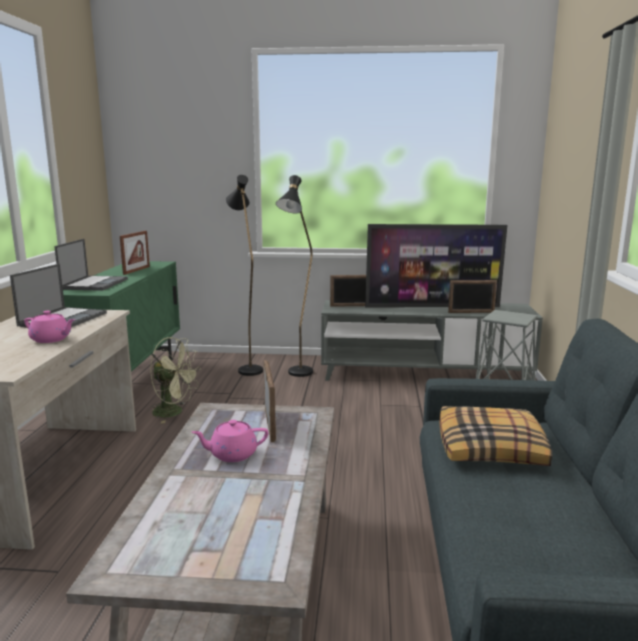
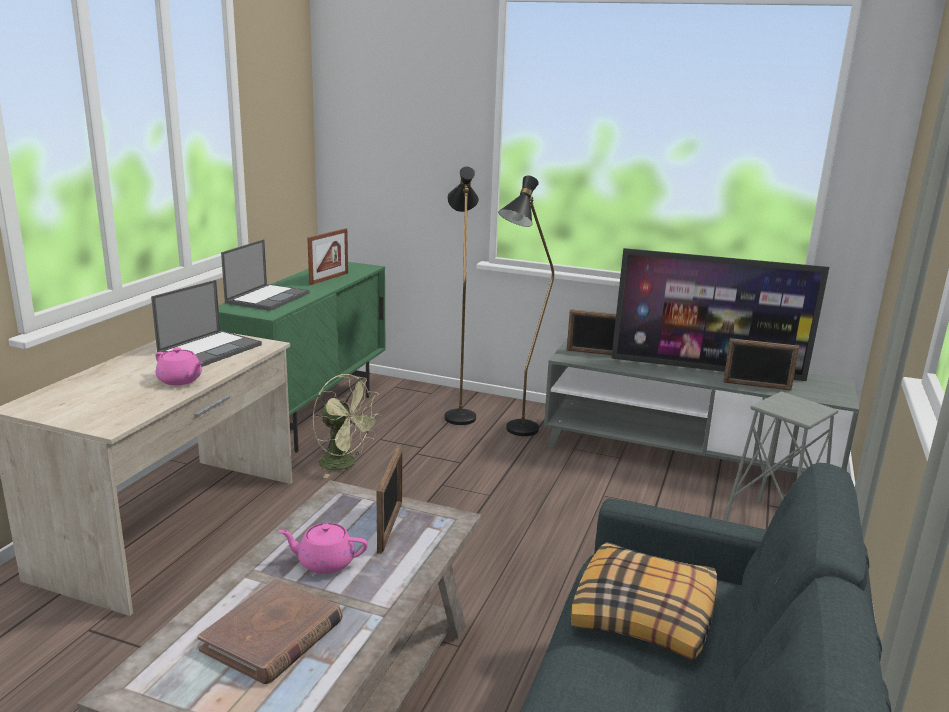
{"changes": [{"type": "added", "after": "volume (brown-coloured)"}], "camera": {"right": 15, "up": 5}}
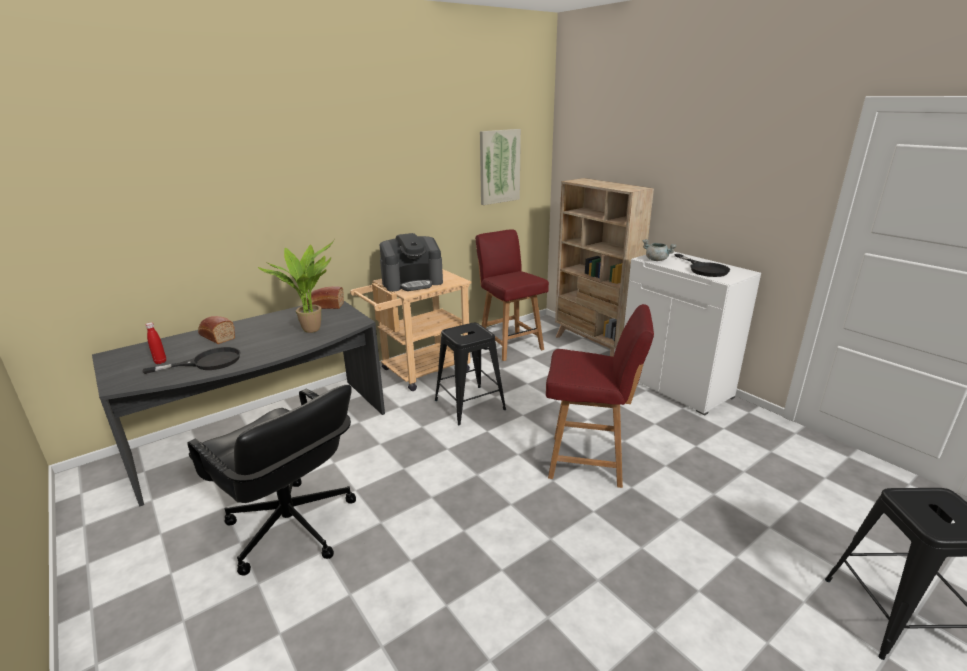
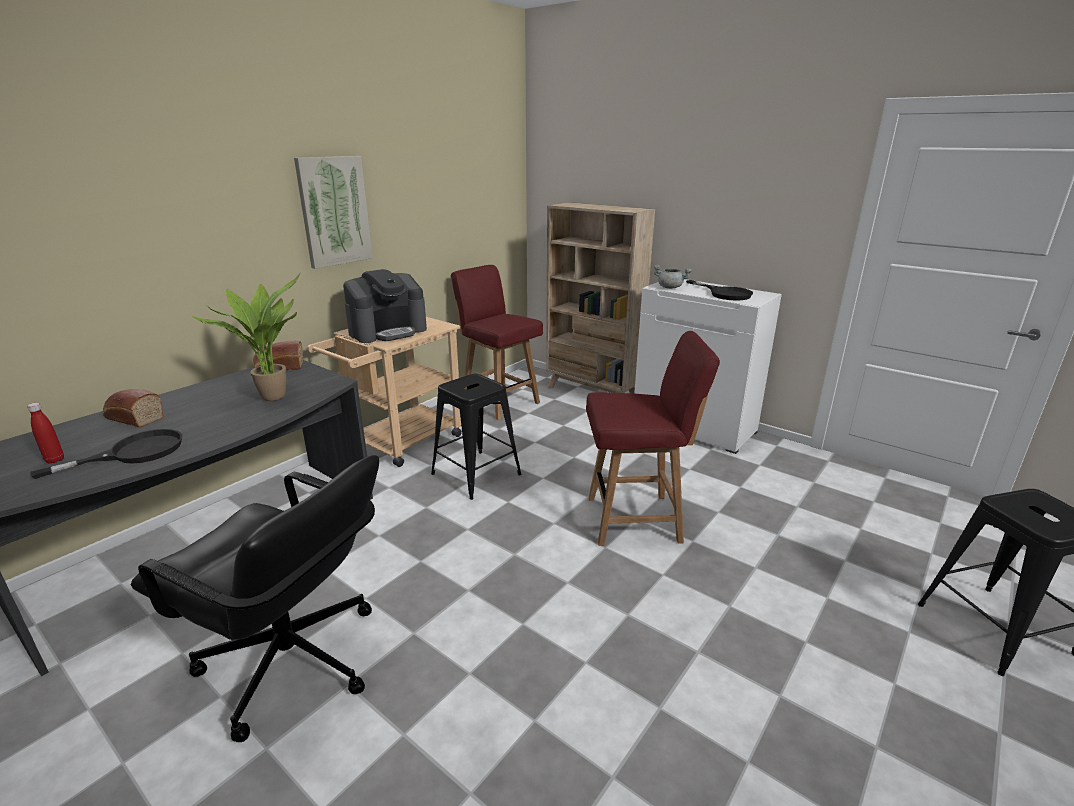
{"changes": [{"type": "moved", "before": "wall art"}], "camera": {"right": -15, "up": 0}}
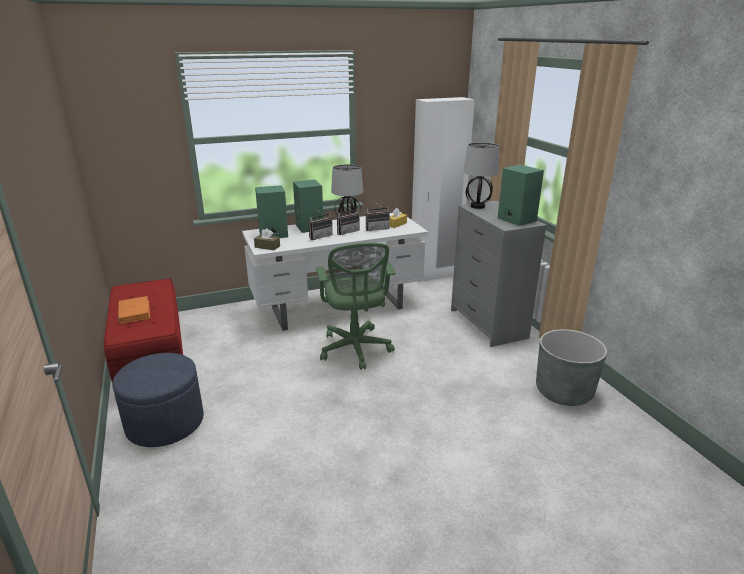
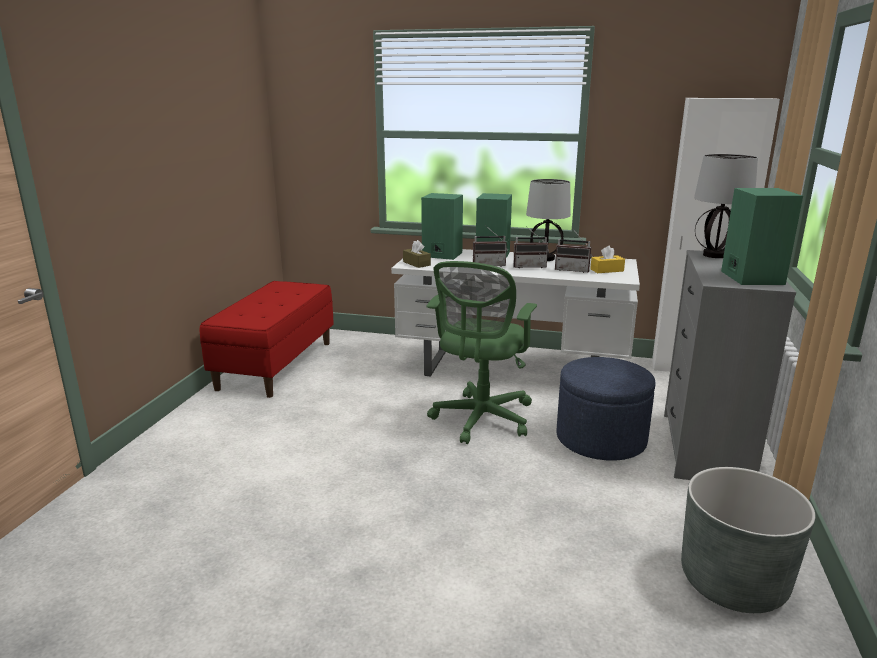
{"changes": [{"type": "moved", "before": "ottoman (bluish)"}, {"type": "removed", "before": "volume (orangey)"}], "camera": {"right": 35, "up": -5}}
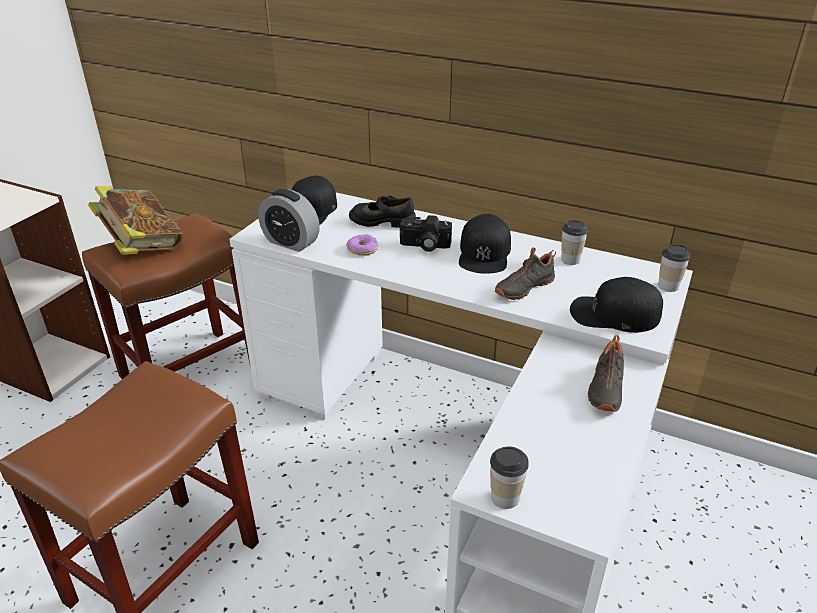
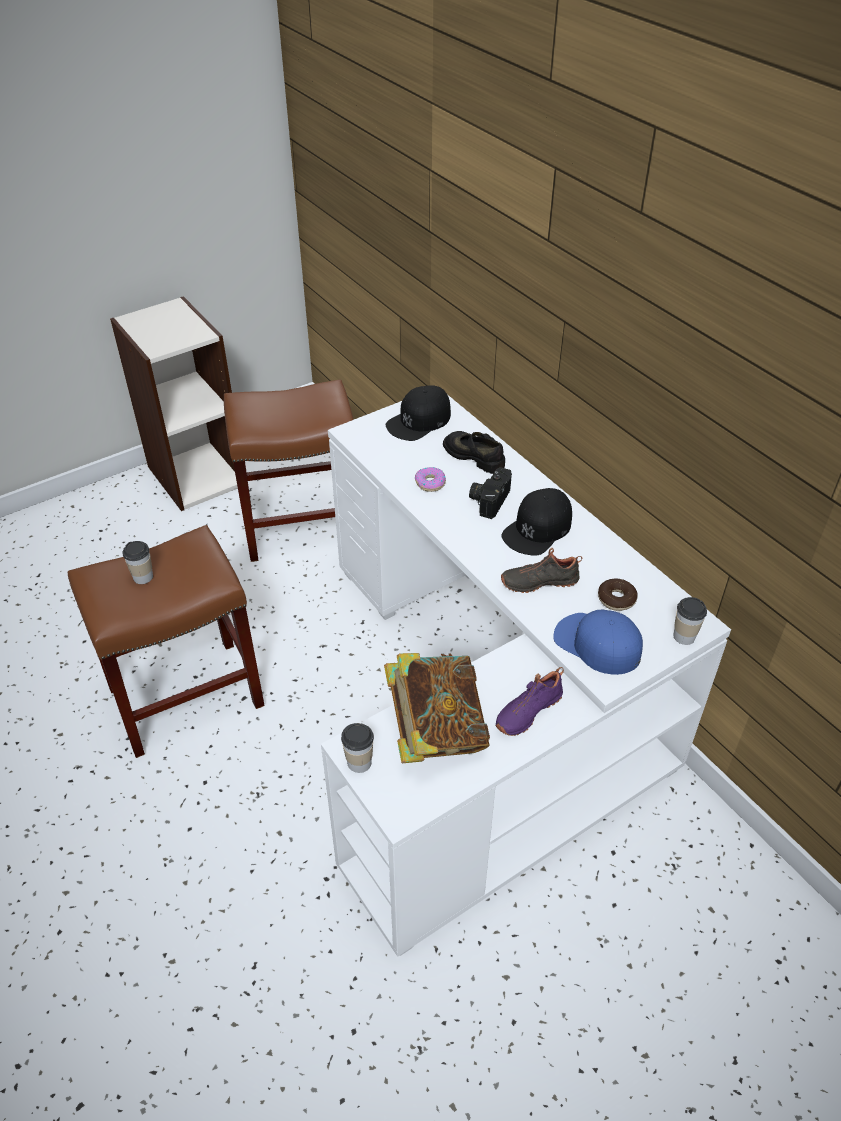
{"changes": [{"type": "moved", "before": "cup (2nd from left in the first image)", "after": "cup (1st from left)"}, {"type": "moved", "before": "volume"}, {"type": "turned", "before": "photo camera", "turn": 75}, {"type": "recoloured", "before": "low shoe (black-coloured) (3rd from left)", "after": "low shoe (purple)"}, {"type": "recoloured", "before": "cap (black-coloured) (3rd from left)", "after": "cap (bluish)"}, {"type": "added", "after": "doughnut (2nd from left)"}, {"type": "removed", "before": "bedside clock"}], "camera": {"right": 30, "up": 10}}
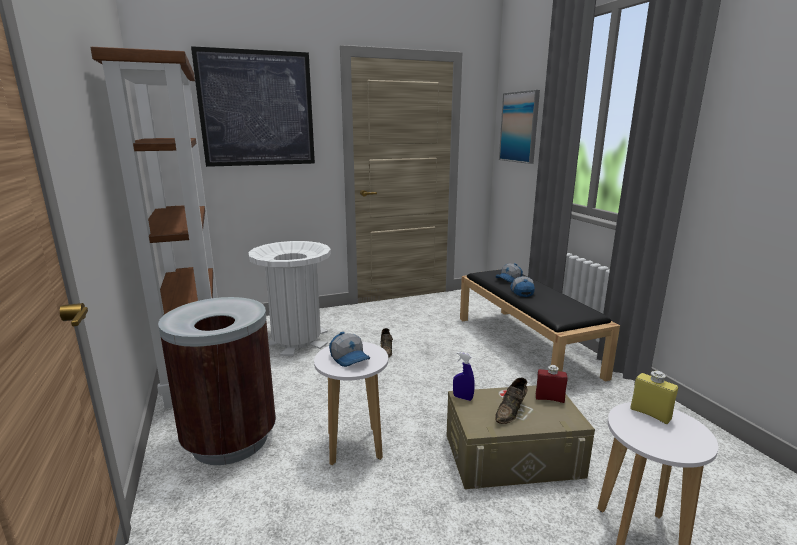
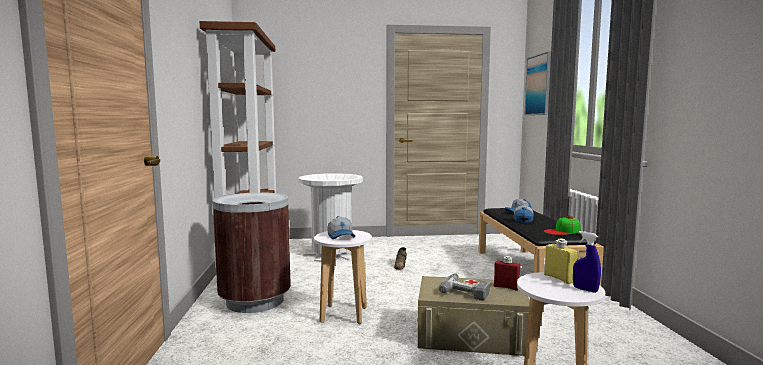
{"changes": [{"type": "replaced", "before": "low shoe (brown-coloured) (2nd from left)", "after": "electric drill"}, {"type": "added", "after": "cap (4th from left)"}, {"type": "moved", "before": "spray bottle (bluish)"}, {"type": "removed", "before": "wall art (1st from left)"}], "camera": {"right": 15, "up": -10}}
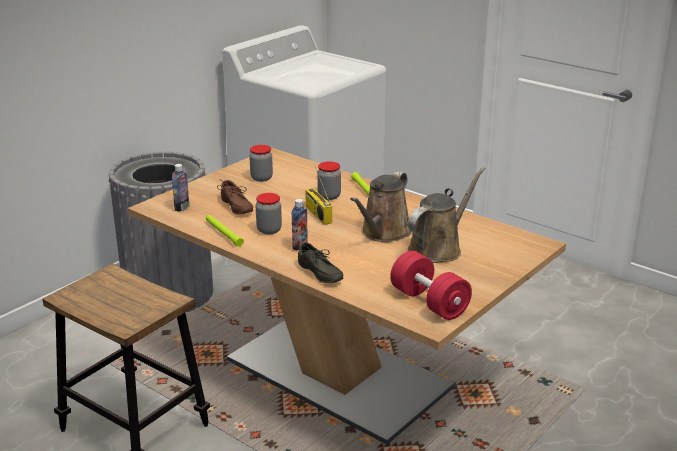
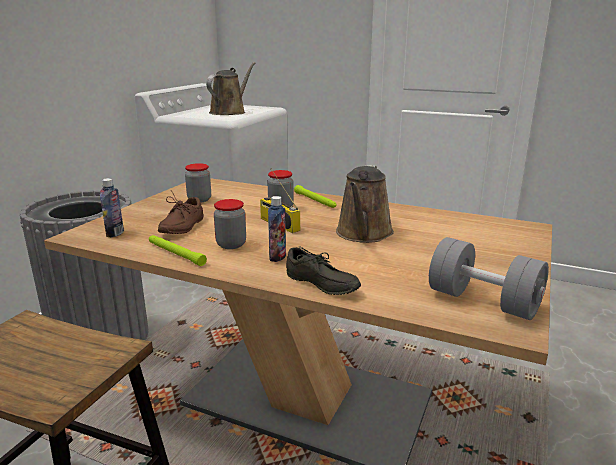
{"changes": [{"type": "turned", "before": "low shoe (brown-coloured)", "turn": 60}, {"type": "moved", "before": "sprinkling can (brown-coloured) (2nd from left in the first image)", "after": "sprinkling can (brown-coloured) (1st from left)"}, {"type": "recoloured", "before": "dumbbell (reddish)", "after": "dumbbell (gray)"}], "camera": {"right": -15, "up": -5}}
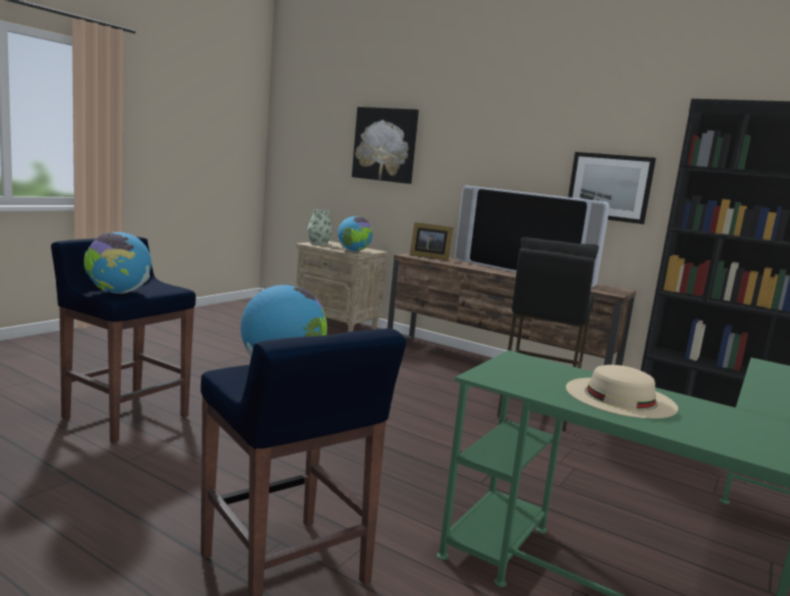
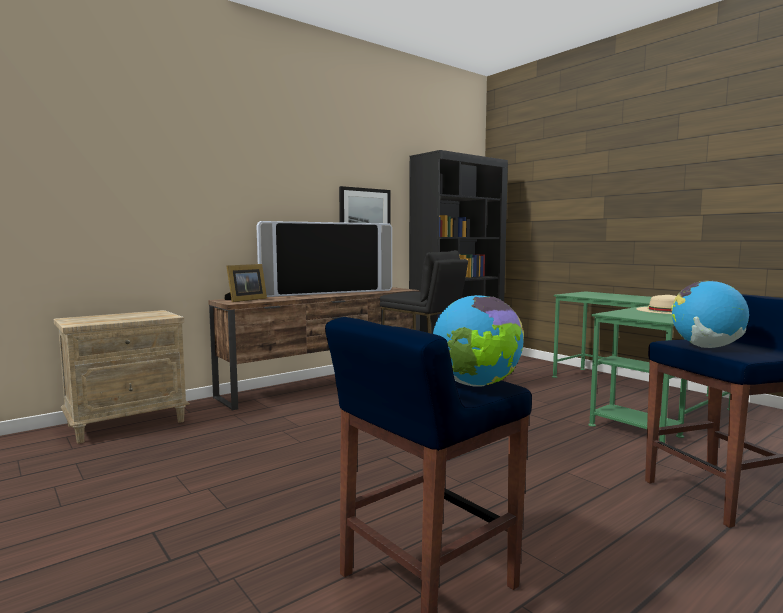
{"changes": [{"type": "removed", "before": "vase"}, {"type": "removed", "before": "world globe (3rd from left)"}, {"type": "removed", "before": "wall art (1st from left)"}], "camera": {"right": -70, "up": -5}}
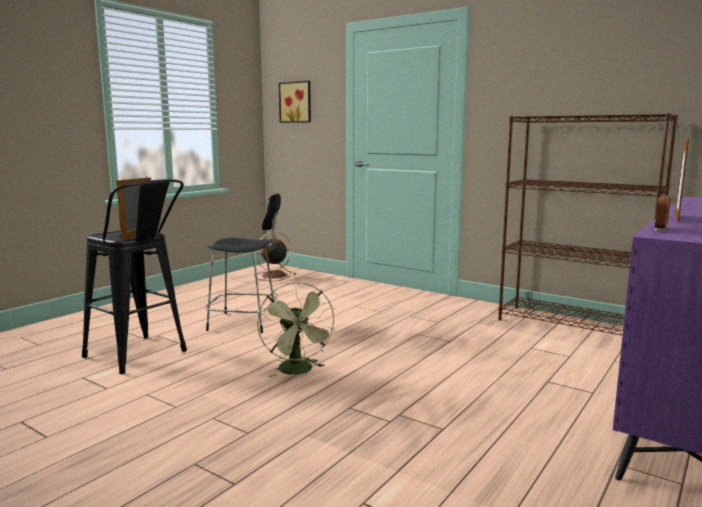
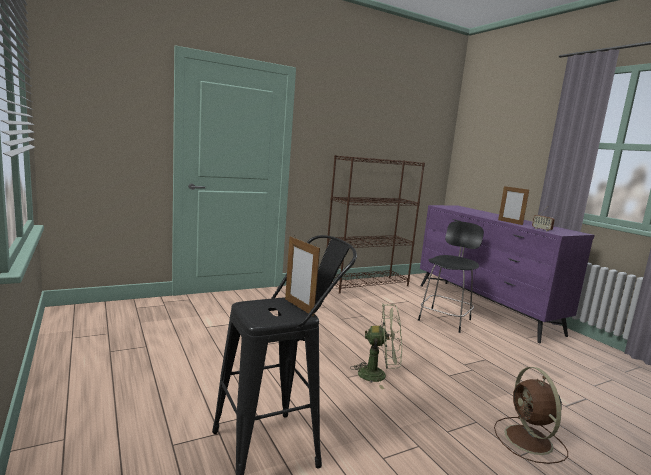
{"changes": [{"type": "moved", "before": "chair (black-coloured)"}, {"type": "moved", "before": "fan (brown-coloured)"}, {"type": "removed", "before": "wall art"}], "camera": {"right": -65, "up": 0}}
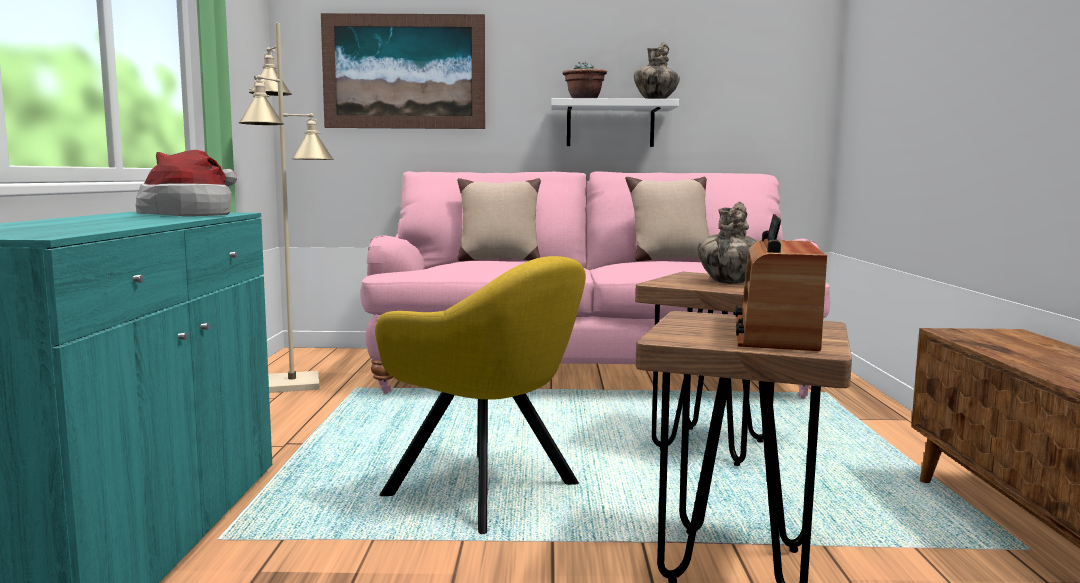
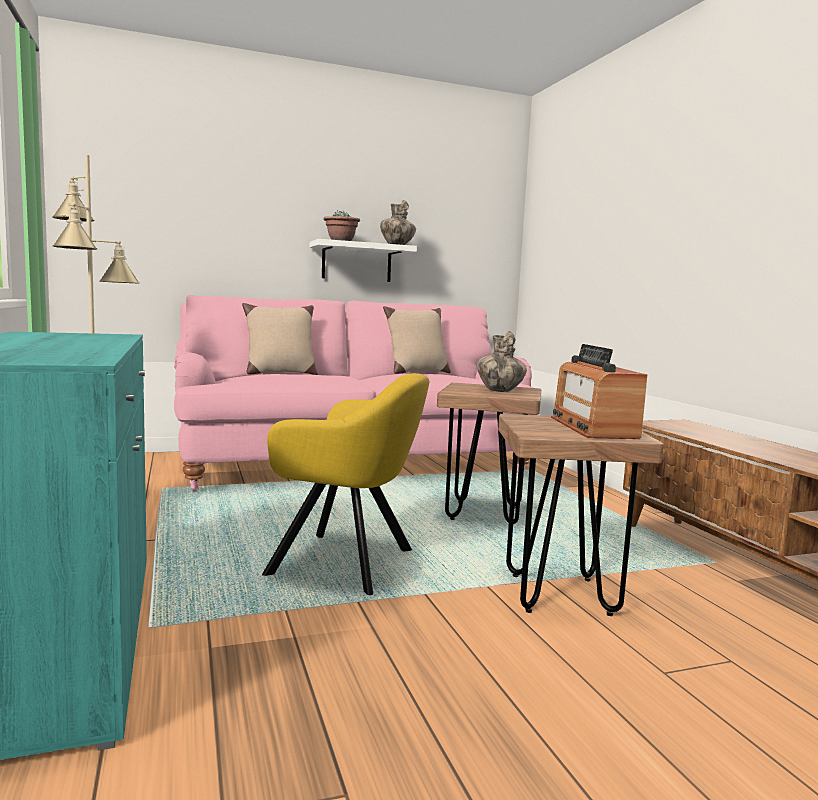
{"changes": [{"type": "removed", "before": "clothing hat"}, {"type": "removed", "before": "wall art"}], "camera": {"right": -20, "up": 0}}
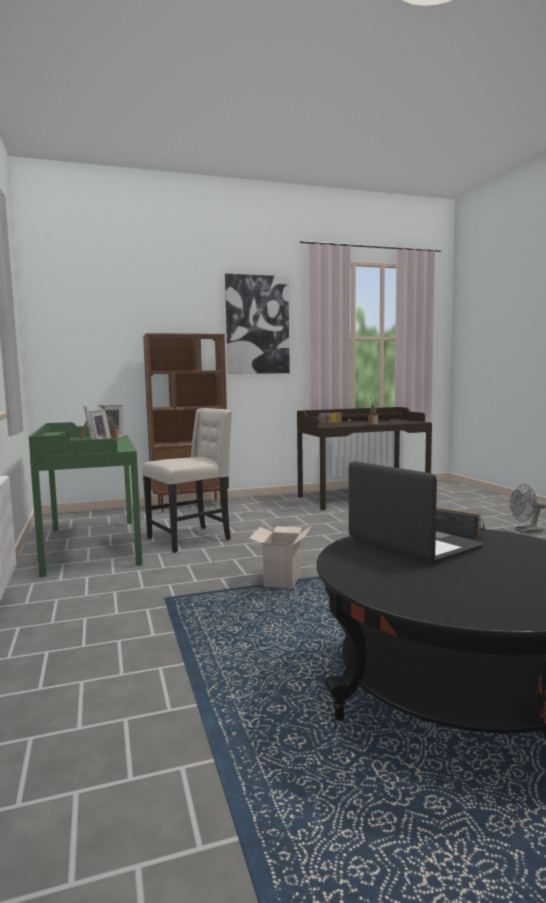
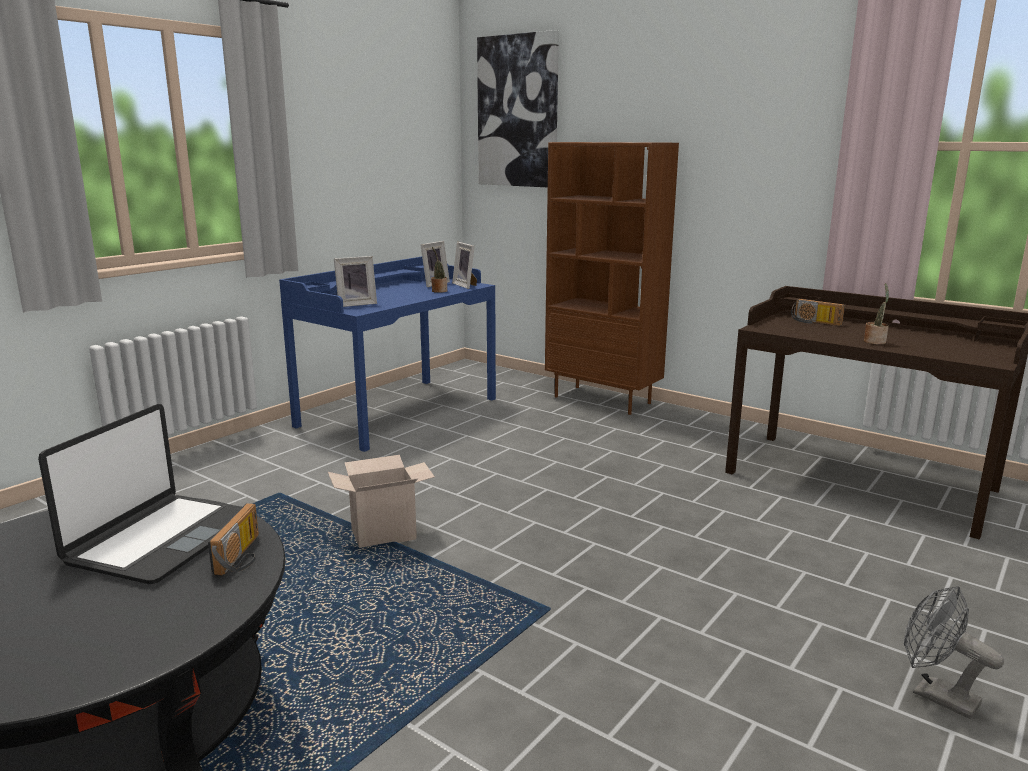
{"changes": [{"type": "recoloured", "before": "desk table (greenish)", "after": "desk table (bluish)"}, {"type": "moved", "before": "wall art"}, {"type": "removed", "before": "chair (beige)"}], "camera": {"right": 55, "up": 10}}
